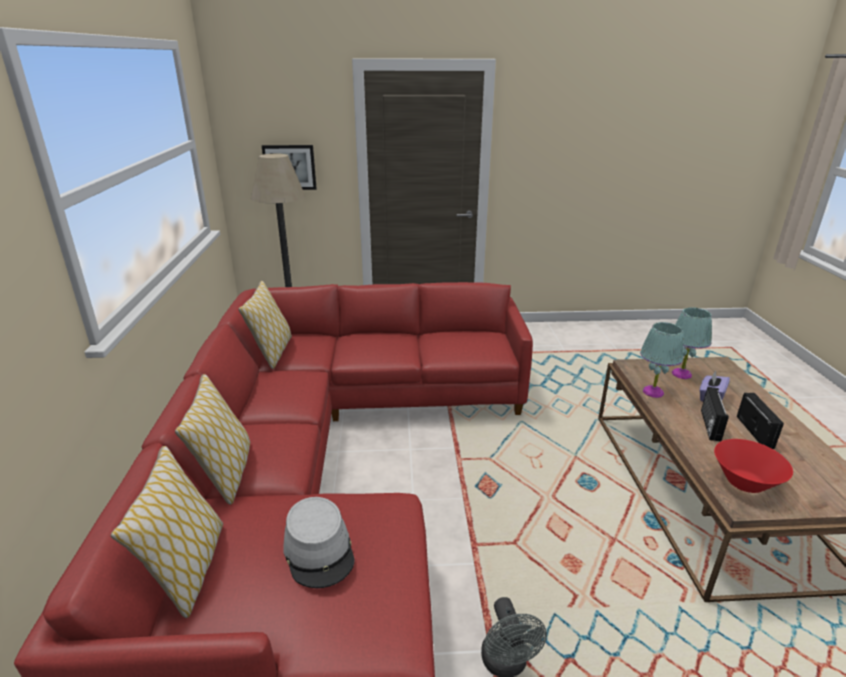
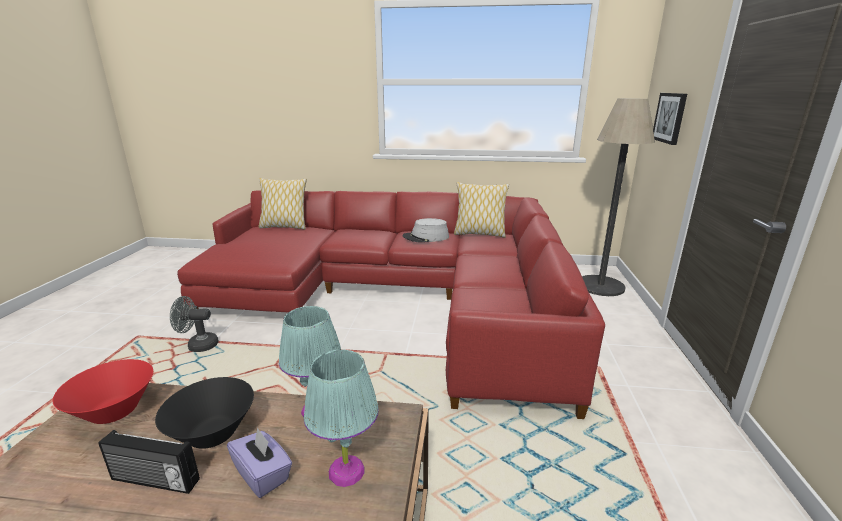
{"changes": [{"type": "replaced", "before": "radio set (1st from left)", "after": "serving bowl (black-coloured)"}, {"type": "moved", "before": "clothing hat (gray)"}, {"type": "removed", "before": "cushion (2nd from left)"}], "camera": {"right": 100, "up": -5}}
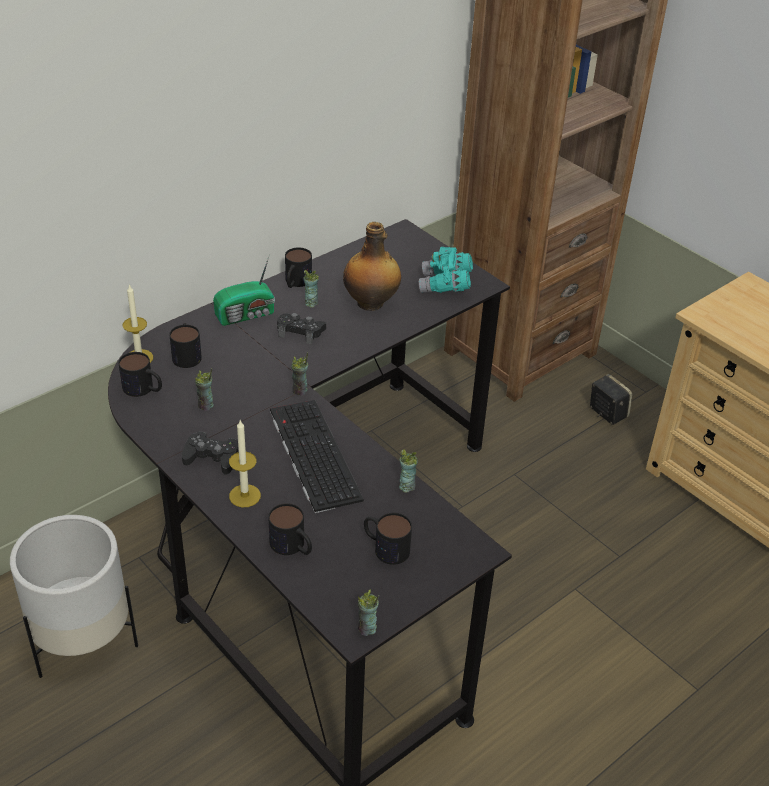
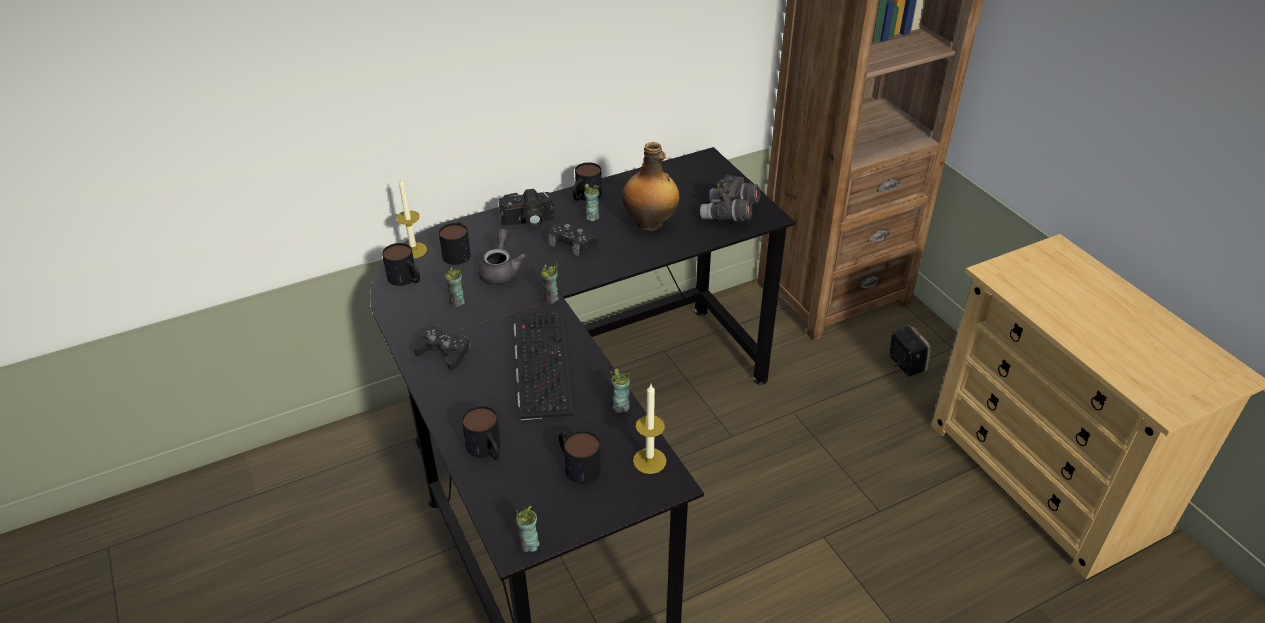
{"changes": [{"type": "added", "after": "teapot (gray)"}, {"type": "replaced", "before": "radio set", "after": "photo camera"}, {"type": "moved", "before": "wax light (2nd from left)"}, {"type": "recoloured", "before": "binoculars (blue-green)", "after": "binoculars (gray)"}, {"type": "removed", "before": "plant pot (whitish)"}], "camera": {"right": 15, "up": 0}}
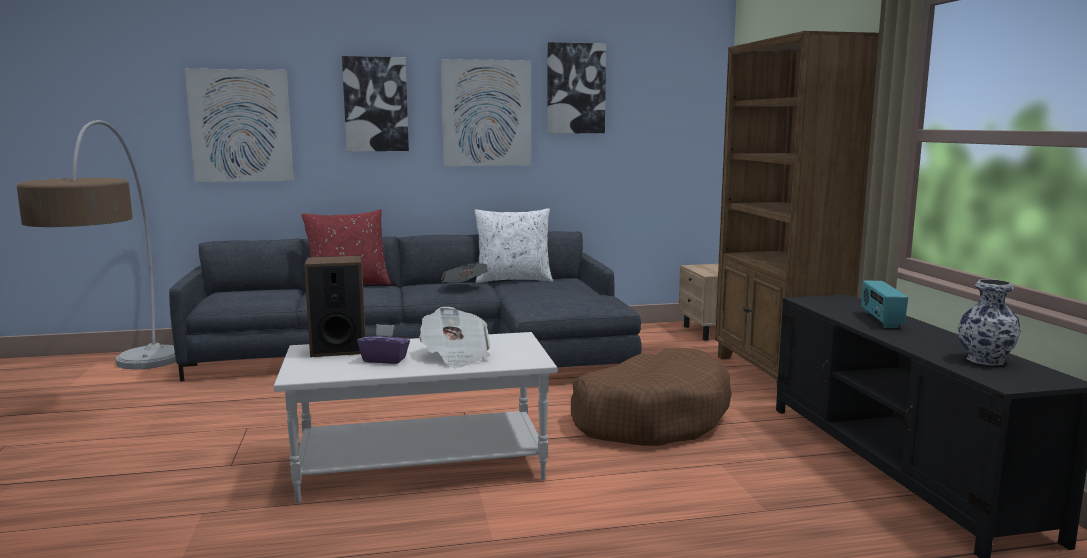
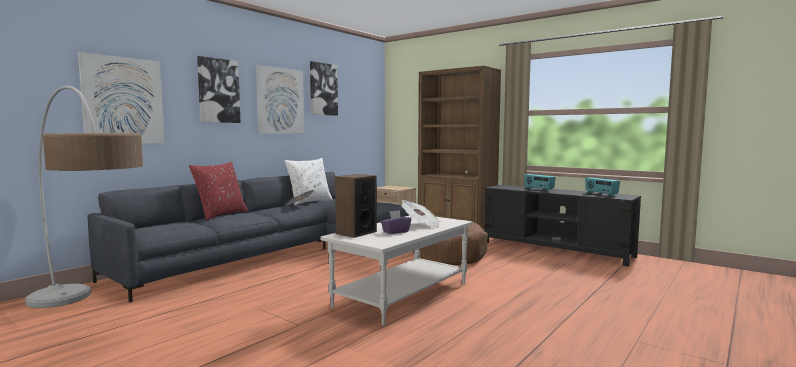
{"changes": [{"type": "replaced", "before": "vase", "after": "radio set (2nd from left)"}], "camera": {"right": -40, "up": -5}}
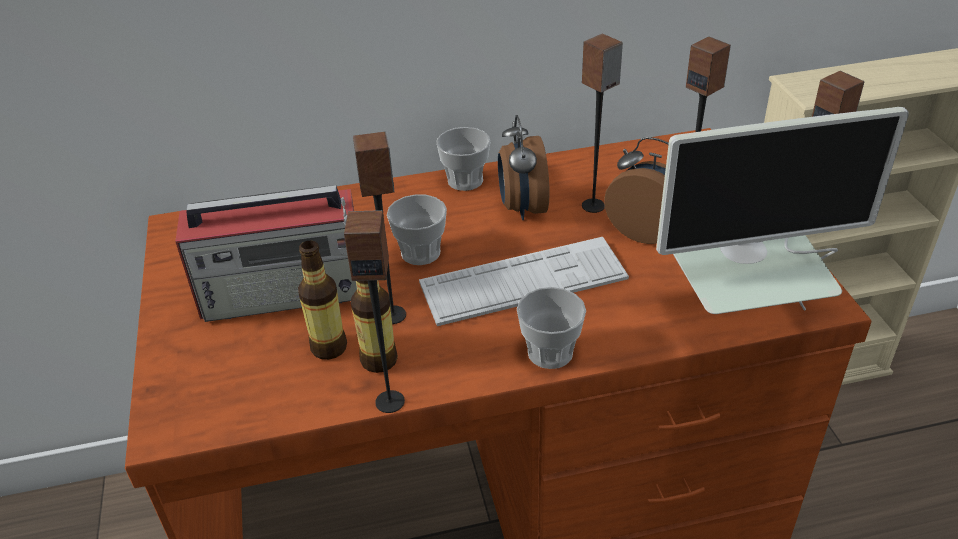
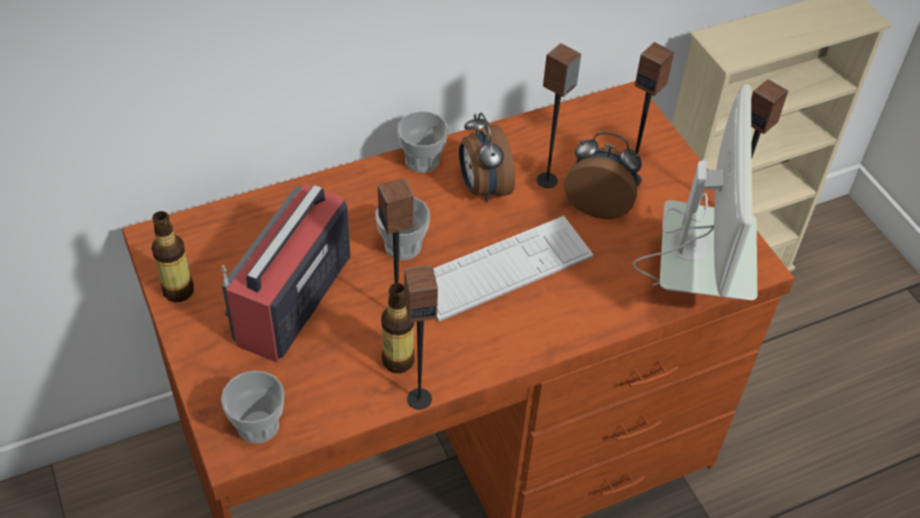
{"changes": [{"type": "moved", "before": "beverage bottle (1st from left)"}, {"type": "moved", "before": "cup (3rd from left in the first image)", "after": "cup (1st from left)"}, {"type": "turned", "before": "radio set", "turn": 135}, {"type": "turned", "before": "computer display", "turn": -60}], "camera": {"right": -15, "up": 10}}
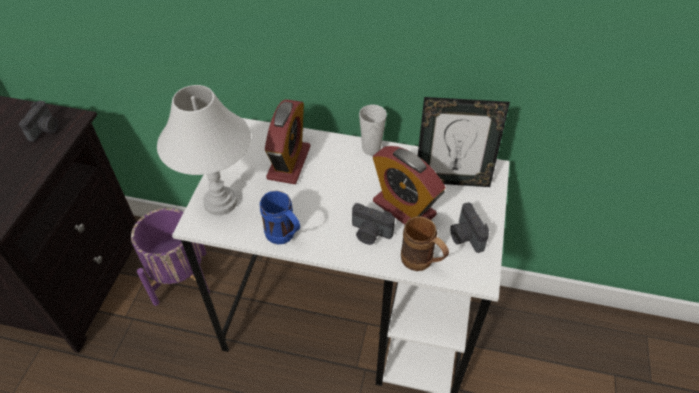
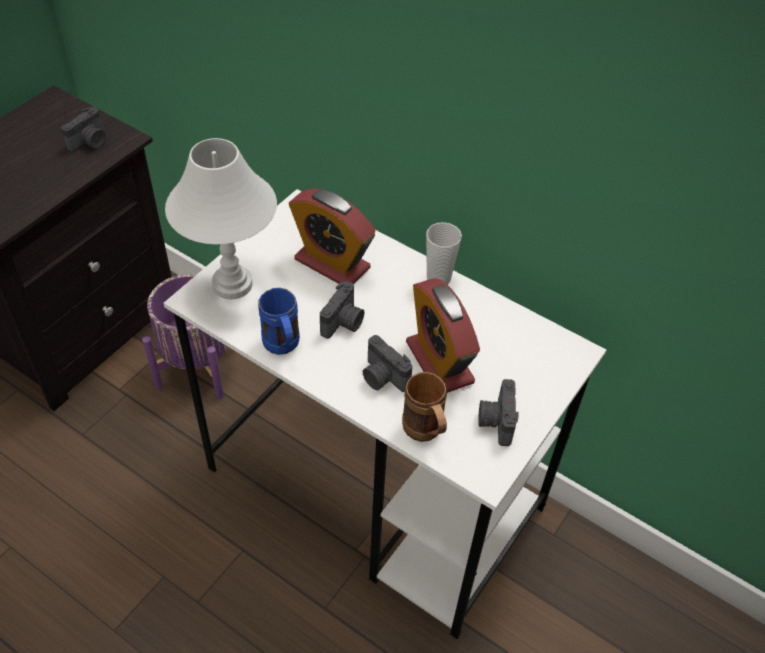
{"changes": [{"type": "turned", "before": "bedside clock (1st from left)", "turn": 90}, {"type": "added", "after": "photo camera (2nd from left)"}, {"type": "removed", "before": "picture frame"}], "camera": {"right": 20, "up": 0}}
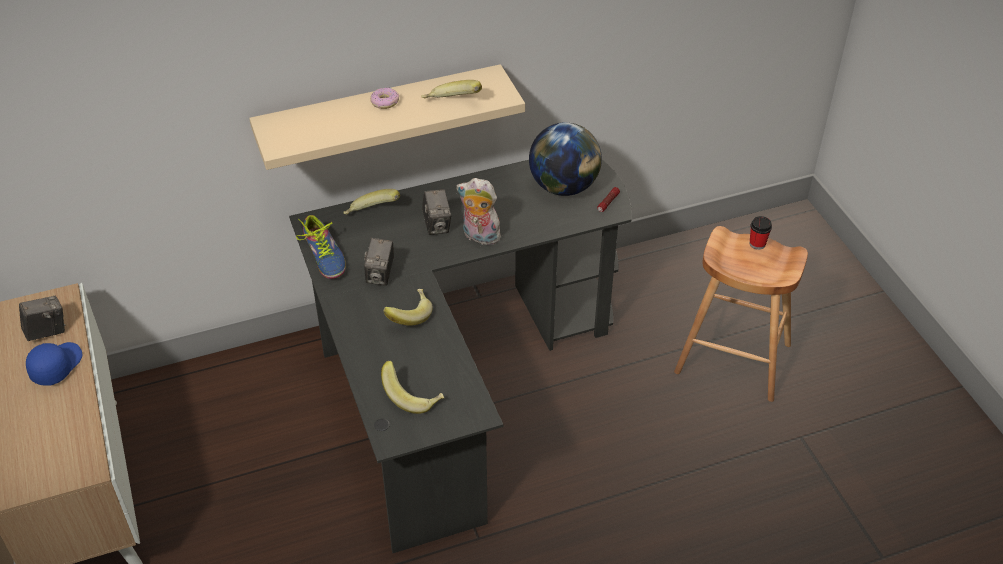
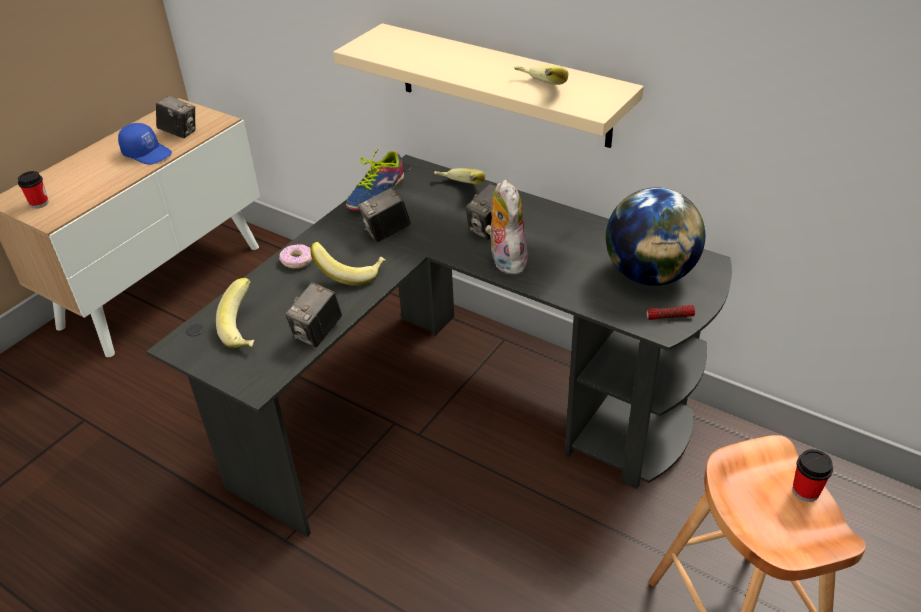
{"changes": [{"type": "added", "after": "cup (1st from left)"}, {"type": "turned", "before": "cap (bluish)", "turn": 45}, {"type": "moved", "before": "doughnut"}, {"type": "added", "after": "photo camera (2nd from left)"}], "camera": {"right": 55, "up": -5}}
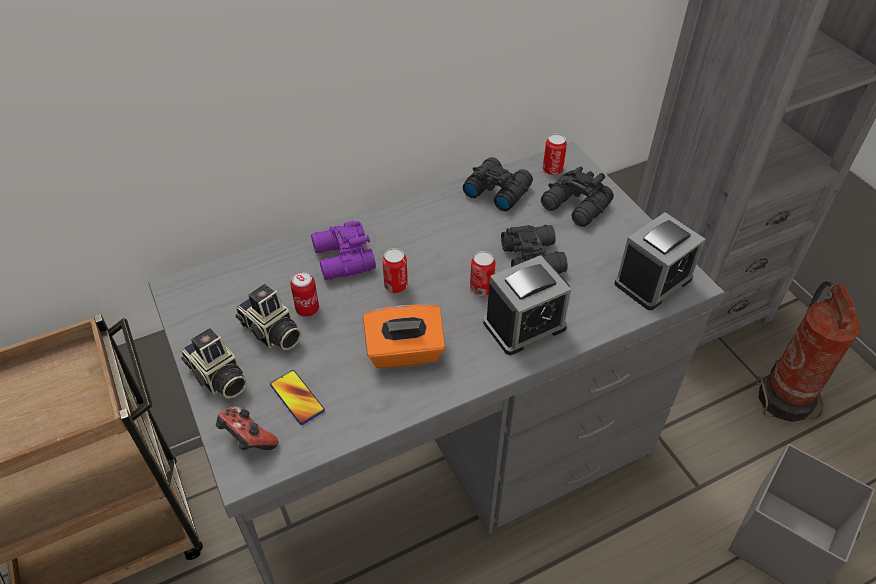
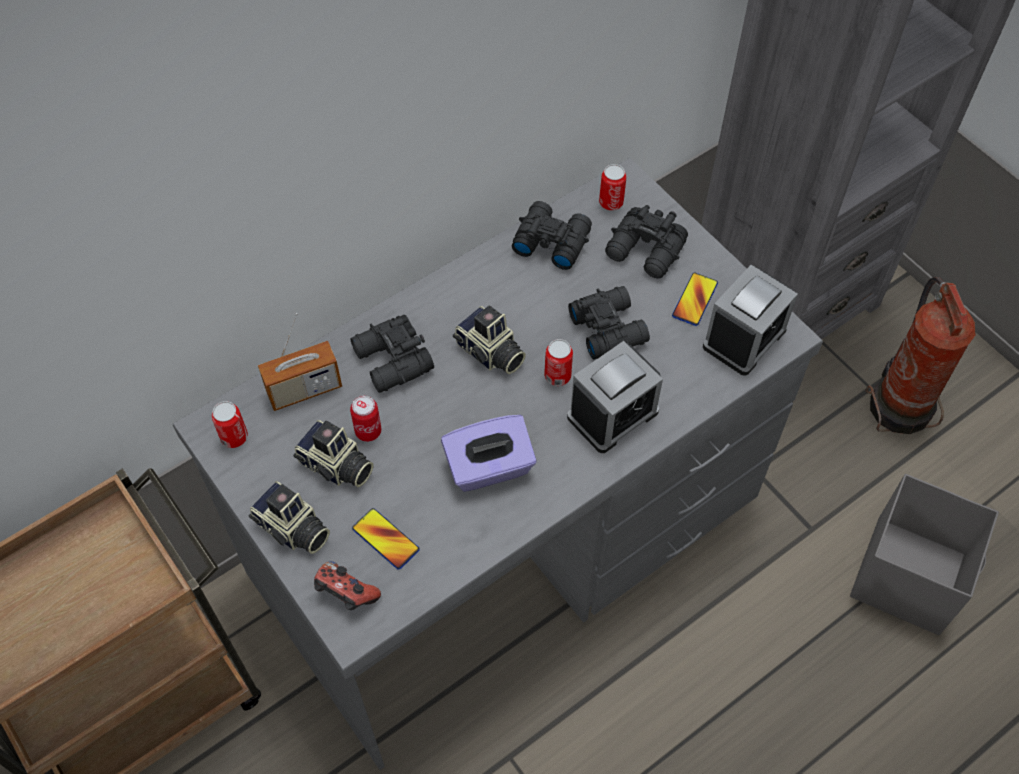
{"changes": [{"type": "moved", "before": "metal can (2nd from left in the first image)", "after": "metal can (1st from left)"}, {"type": "added", "after": "radio set"}, {"type": "recoloured", "before": "binoculars (purple)", "after": "binoculars (black-coloured) (1st from left)"}, {"type": "recoloured", "before": "tissue box (orangey)", "after": "tissue box (purple)"}, {"type": "added", "after": "photo camera (3rd from left)"}, {"type": "added", "after": "handset (2nd from left)"}], "camera": {"right": -10, "up": 10}}
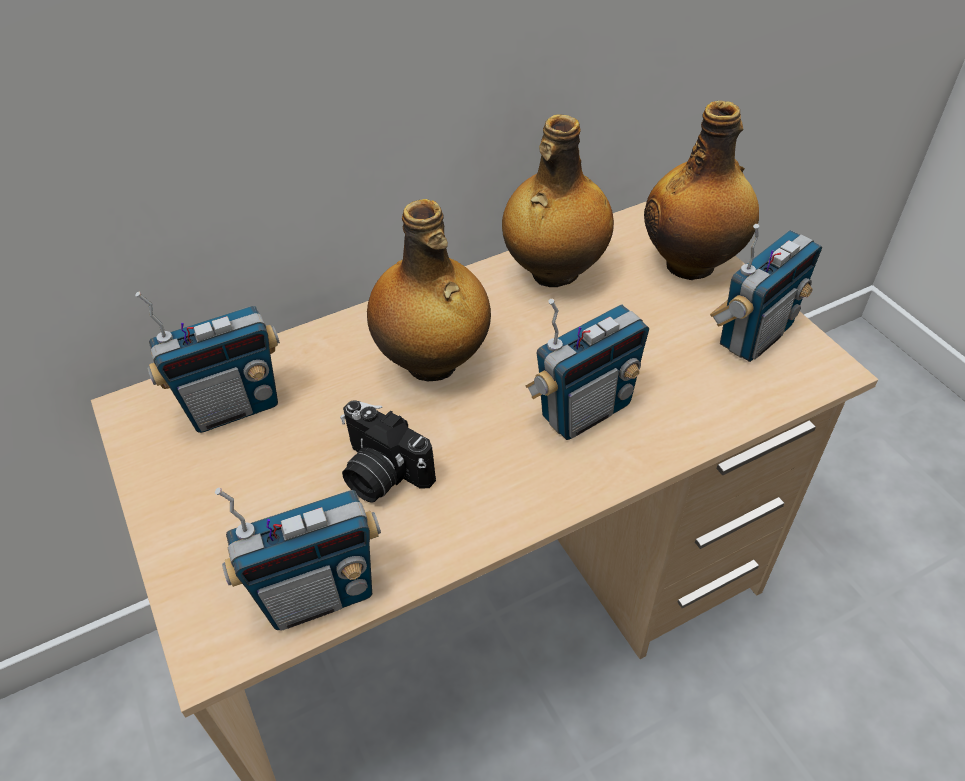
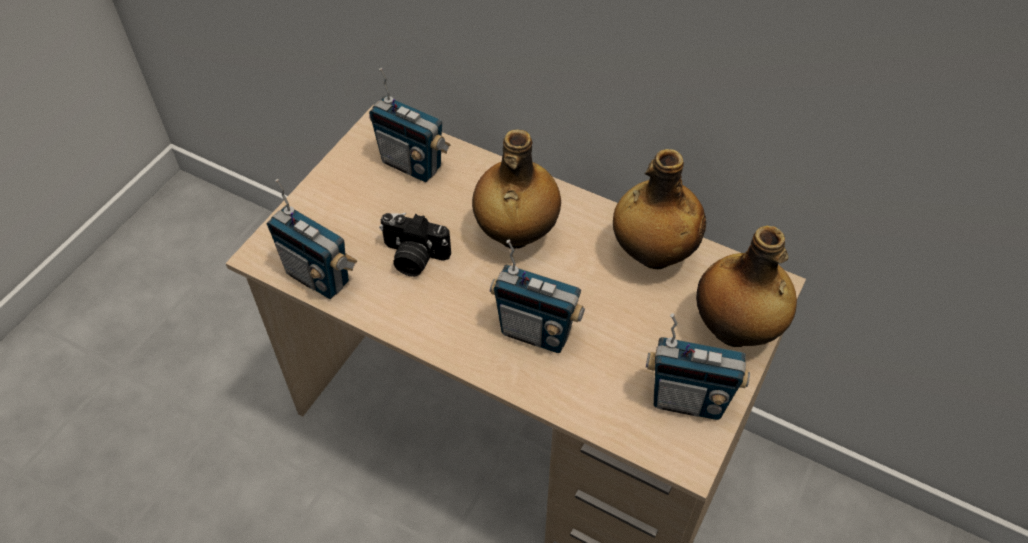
{"changes": [{"type": "turned", "before": "photo camera", "turn": -75}], "camera": {"right": 55, "up": 5}}
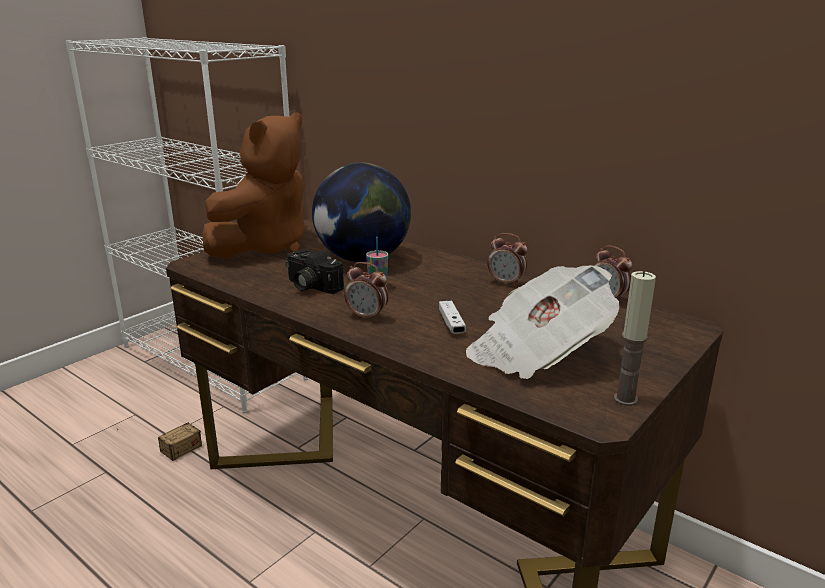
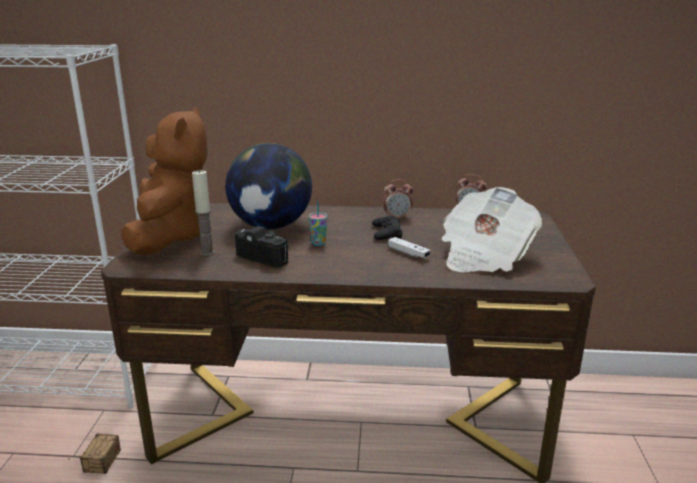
{"changes": [{"type": "moved", "before": "wax light"}, {"type": "turned", "before": "photo camera", "turn": -150}, {"type": "added", "after": "game controller (black-coloured)"}, {"type": "removed", "before": "bedside clock (1st from left)"}], "camera": {"right": -35, "up": 0}}
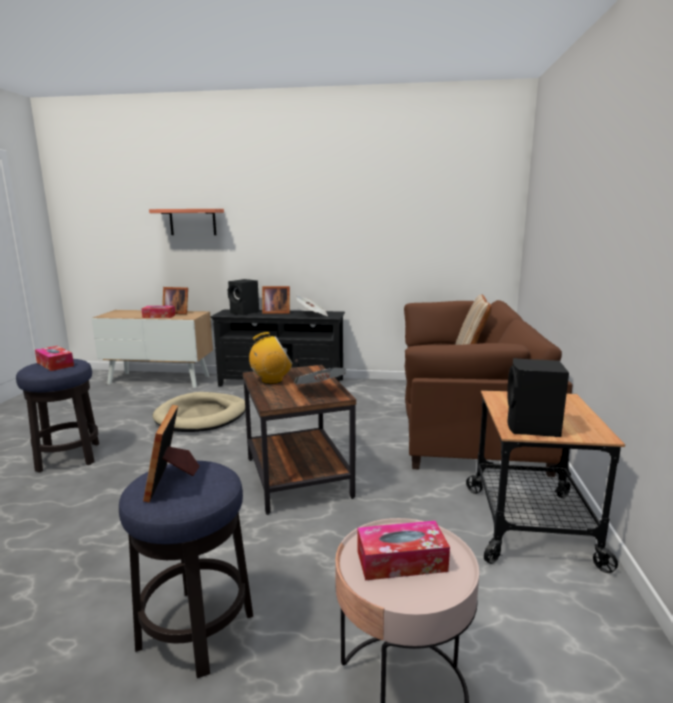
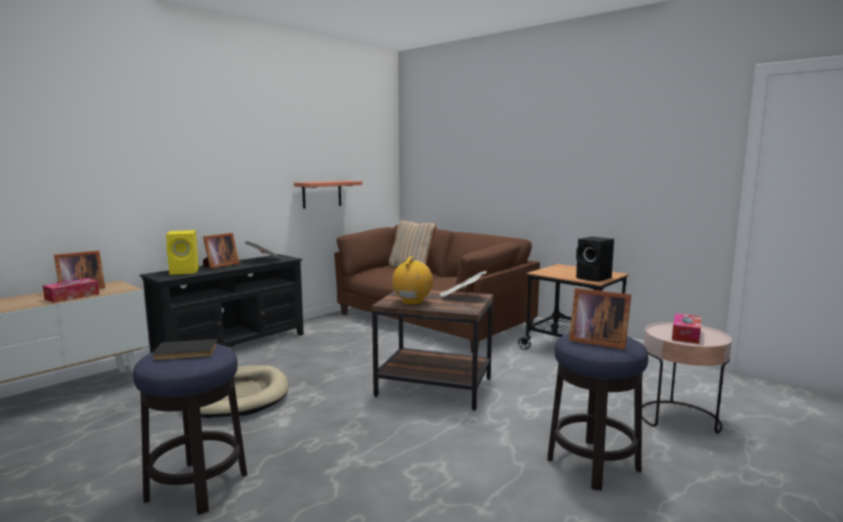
{"changes": [{"type": "replaced", "before": "tissue box (1st from left)", "after": "volume (black-coloured)"}, {"type": "recoloured", "before": "audio speaker (black-coloured) (1st from left)", "after": "audio speaker (yellow)"}, {"type": "moved", "before": "wall shelf"}], "camera": {"right": -55, "up": -5}}
